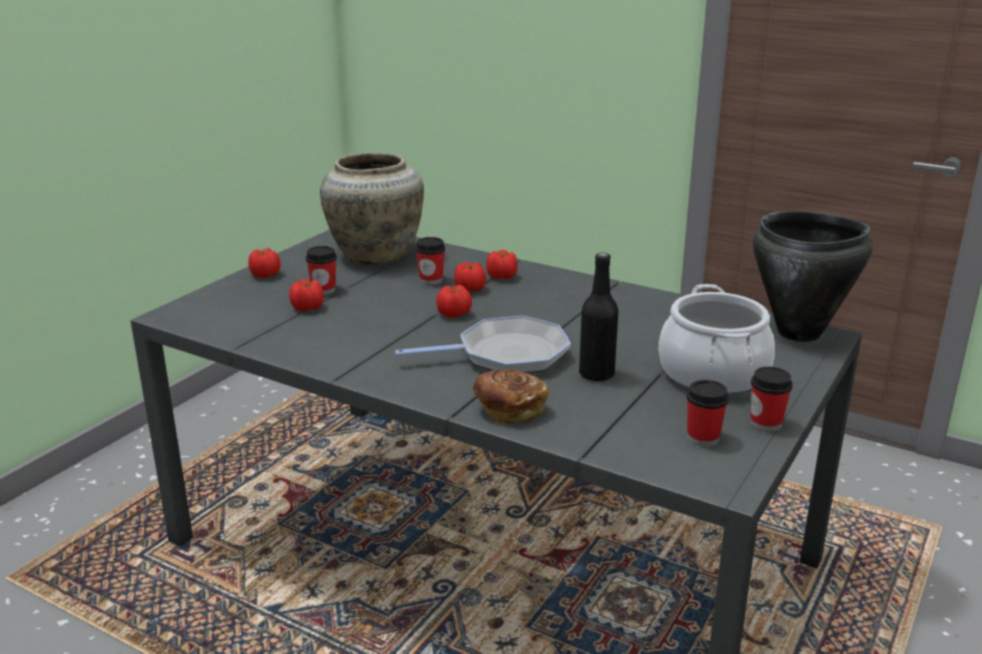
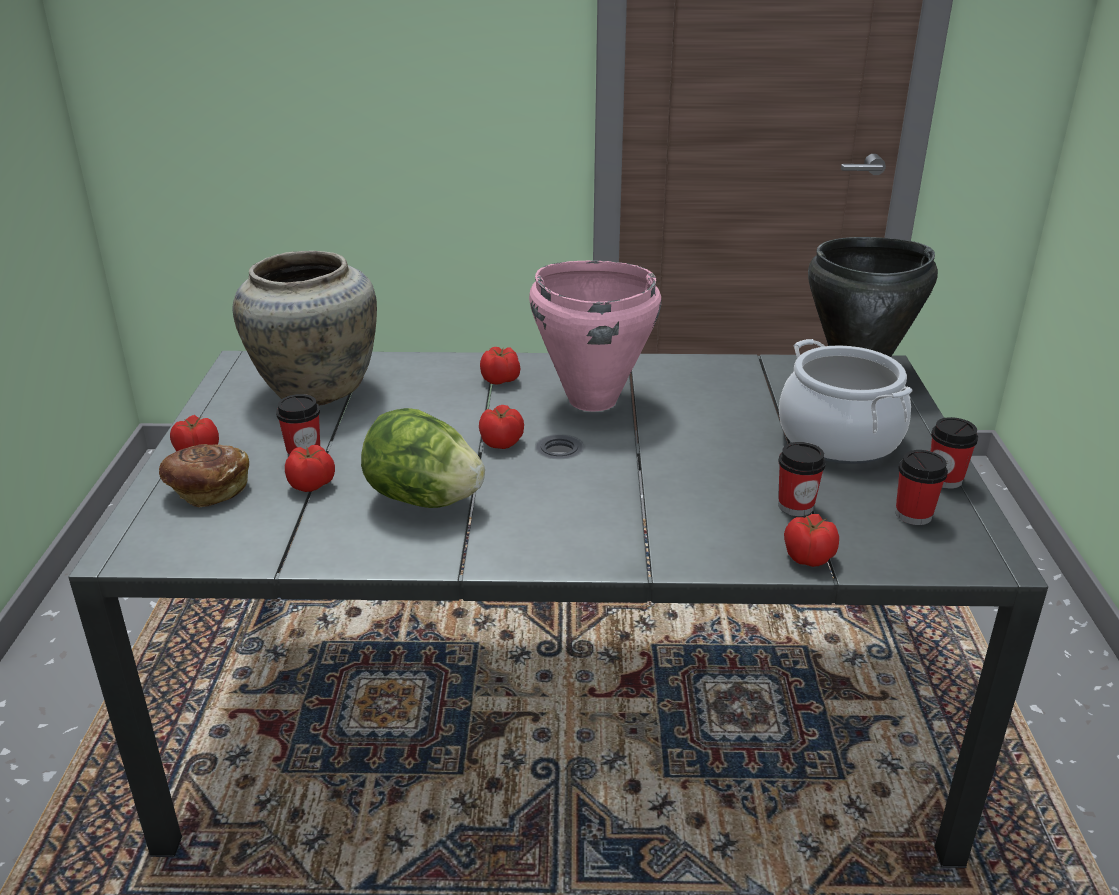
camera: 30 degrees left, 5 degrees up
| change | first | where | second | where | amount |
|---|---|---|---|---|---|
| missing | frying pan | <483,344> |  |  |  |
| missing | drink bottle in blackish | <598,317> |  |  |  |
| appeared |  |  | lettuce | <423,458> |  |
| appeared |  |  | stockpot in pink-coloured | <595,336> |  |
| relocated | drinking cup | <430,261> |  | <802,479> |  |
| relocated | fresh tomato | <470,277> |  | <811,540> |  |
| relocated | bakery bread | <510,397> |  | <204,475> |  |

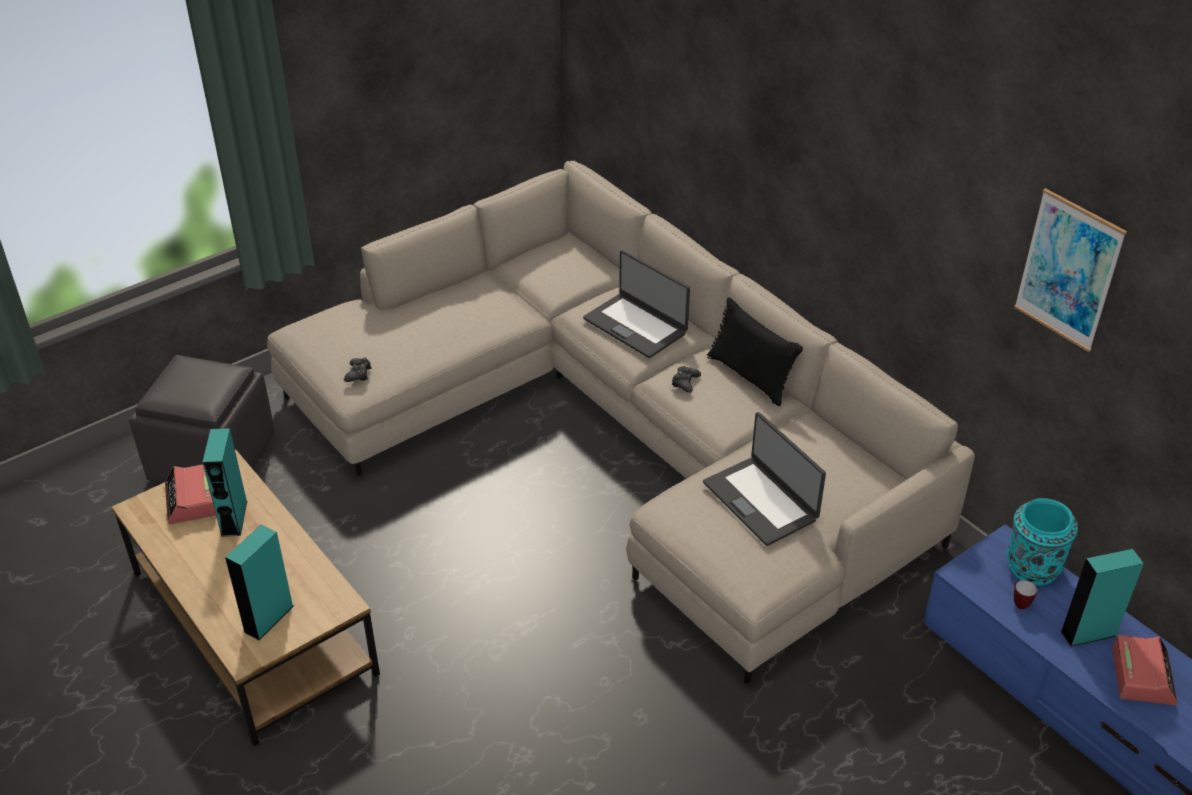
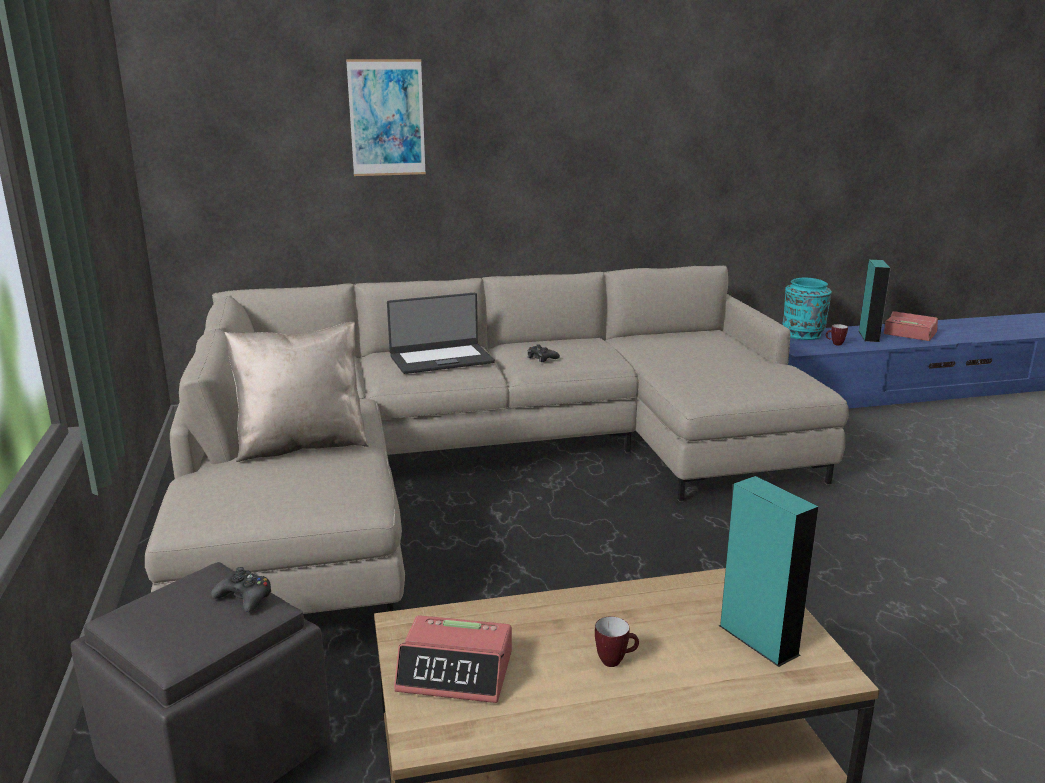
camera: 65 degrees left, 20 degrees down
| change | first | where | second | where | amount |
|---|---|---|---|---|---|
| missing | audio speaker in turquoise-coloured | <225,482> |  |  |  |
| missing | portable computer | <764,479> |  |  |  |
| missing | cushion in blackish | <755,351> |  |  |  |
| appeared |  |  | cushion in beige-coloured | <296,392> |  |
| appeared |  |  | coffee mug | <617,641> |  |
| relocated | game controller in blackish | <358,370> |  | <241,589> |  |
| relocated | picture | <1070,270> |  | <386,117> |  |

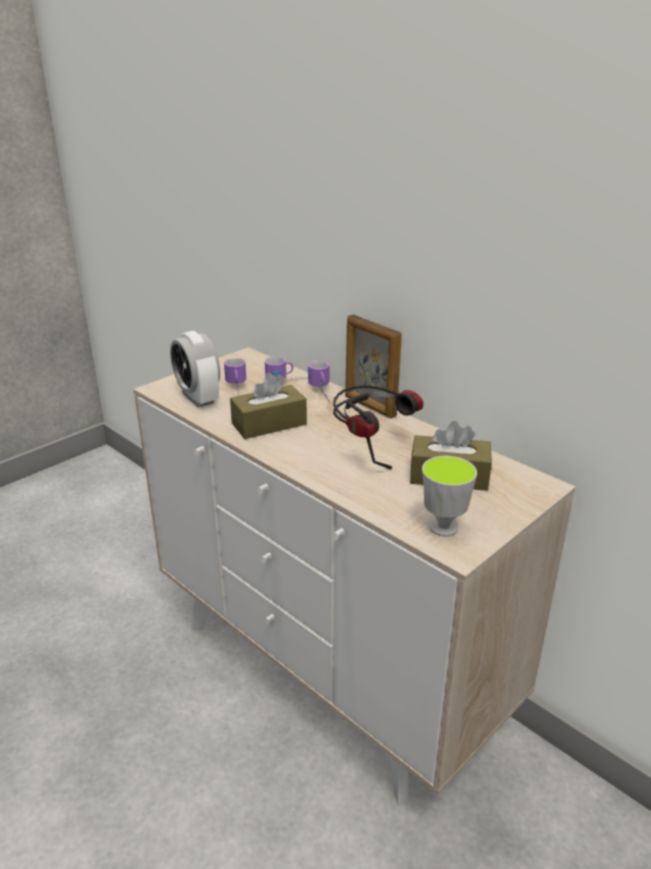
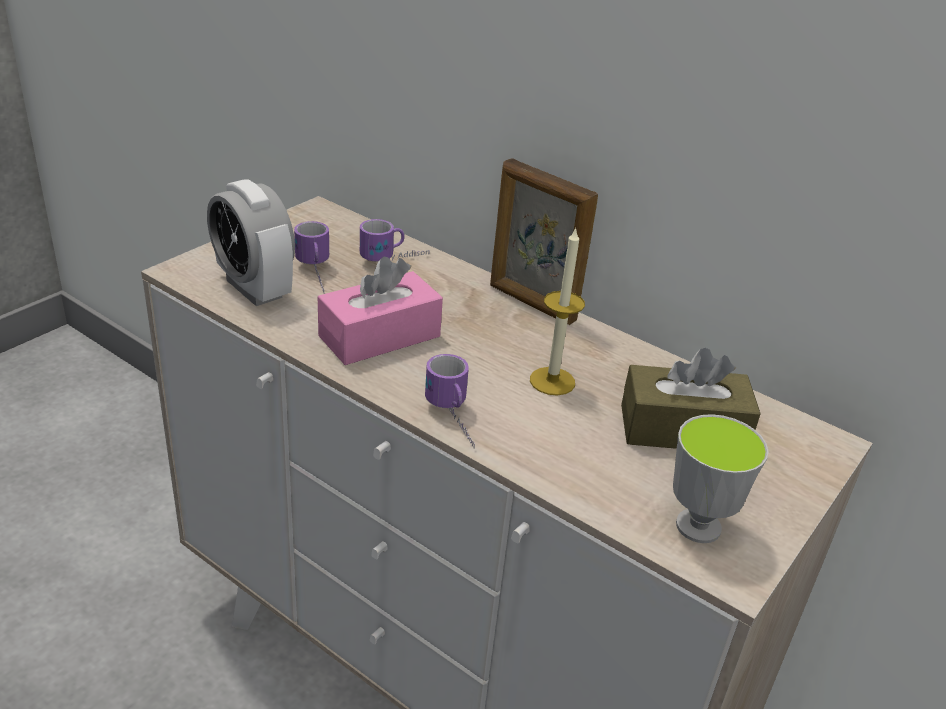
camera: 10 degrees left, 5 degrees up
| change | first | where | second | where | amount |
|---|---|---|---|---|---|
| relocated | coffee mug | <319,382> |  | <450,401> |  |
| exchanged | headset | <378,427> | wax light | <557,311> |  |
| colour | tissue holder in brown-coloured | <268,406> | tissue holder in pink-coloured | <380,311> |  |

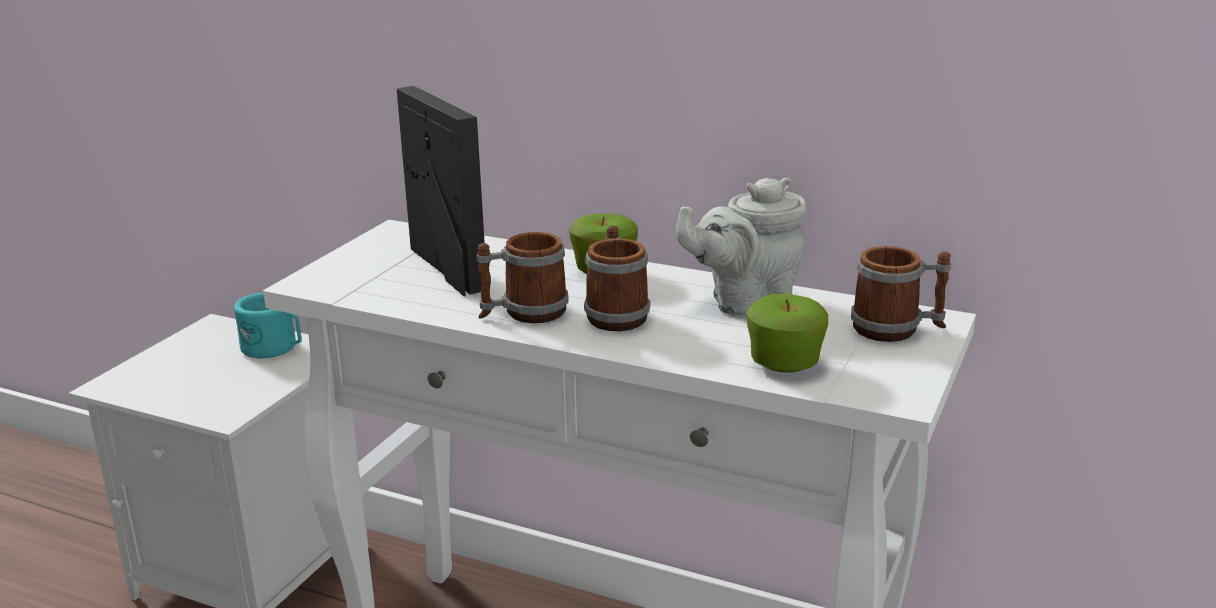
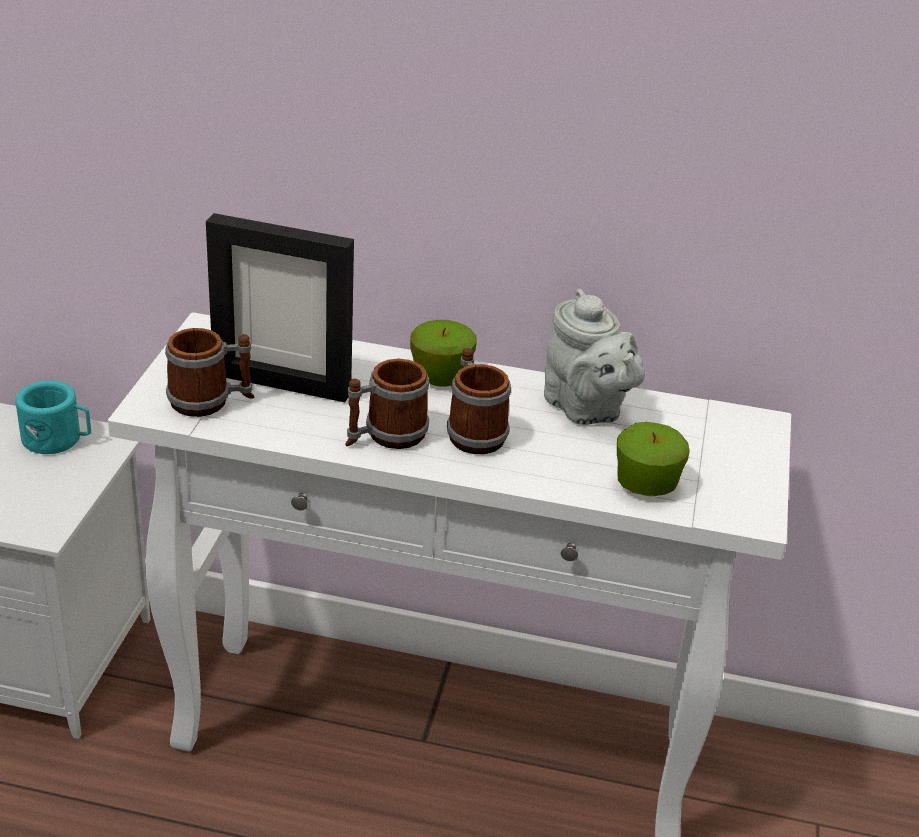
camera: 15 degrees left, 10 degrees up
| change | first | where | second | where | amount |
|---|---|---|---|---|---|
| relocated | coffee mug | <901,294> |  | <210,372> |  |
| spun | standing frame | <441,191> |  | <280,307> | 150 degrees clockwise |
| spun | teapot in greyish | <741,247> |  | <594,357> | 90 degrees counterclockwise |

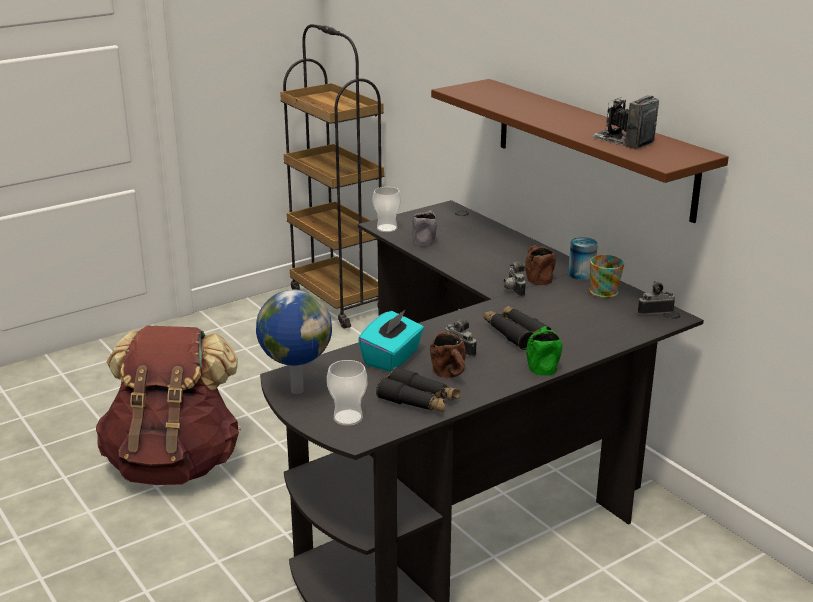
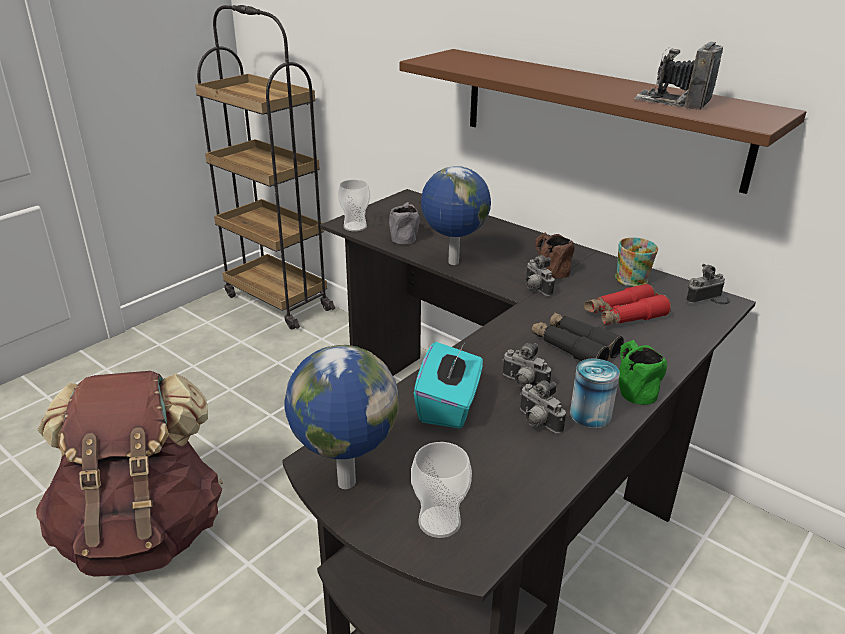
camera: 15 degrees left, 5 degrees up
| change | first | where | second | where | amount |
|---|---|---|---|---|---|
| missing | binoculars in blackish | <418,390> |  |  |  |
| appeared |  |  | world globe | <456,215> |  |
| appeared |  |  | binoculars in red | <627,304> |  |
| relocated | can | <583,258> |  | <595,393> |  |
| exchanged | coffee mug in brown-coloured | <448,355> | photo camera | <543,406> |  |

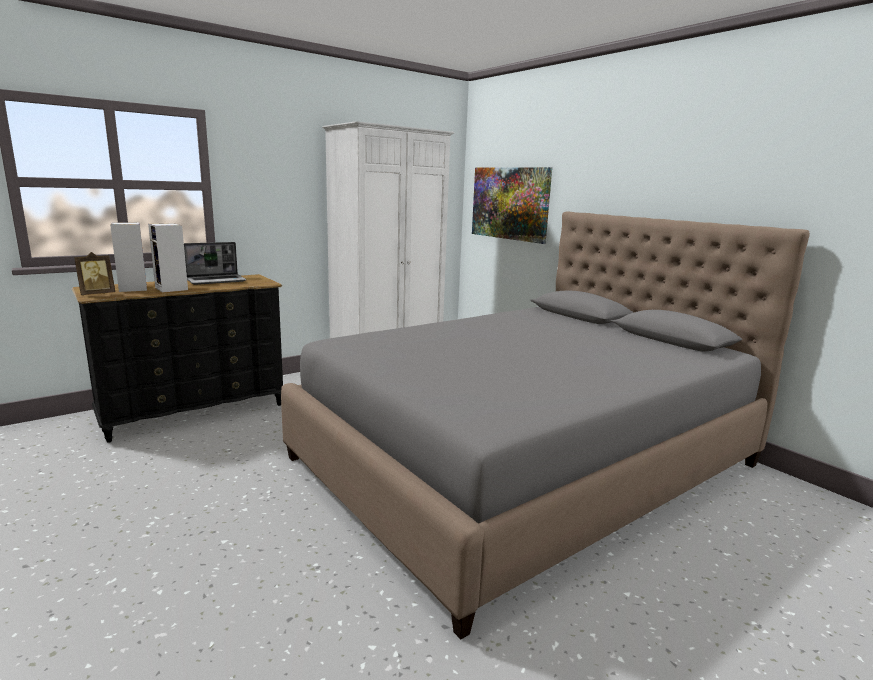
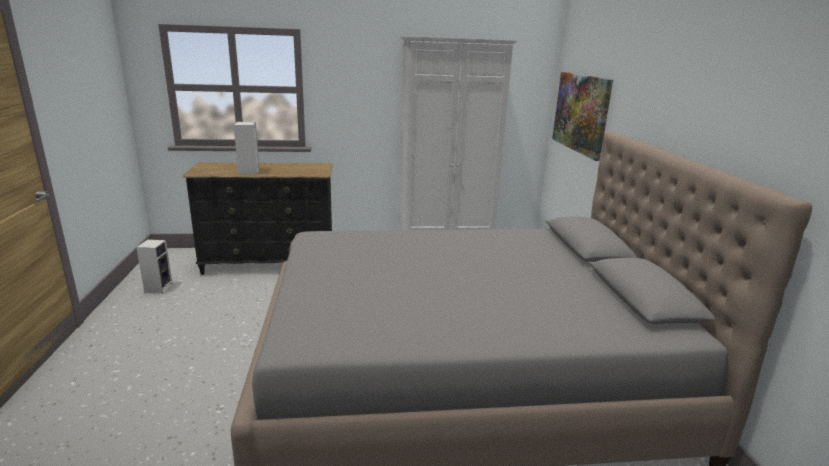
camera: 30 degrees right, 5 degrees up
| change | first | where | second | where | amount |
|---|---|---|---|---|---|
| missing | standing frame | <94,273> |  |  |  |
| missing | portable computer | <215,263> |  |  |  |
| relocated | audio speaker | <128,257> |  | <154,266> |  |

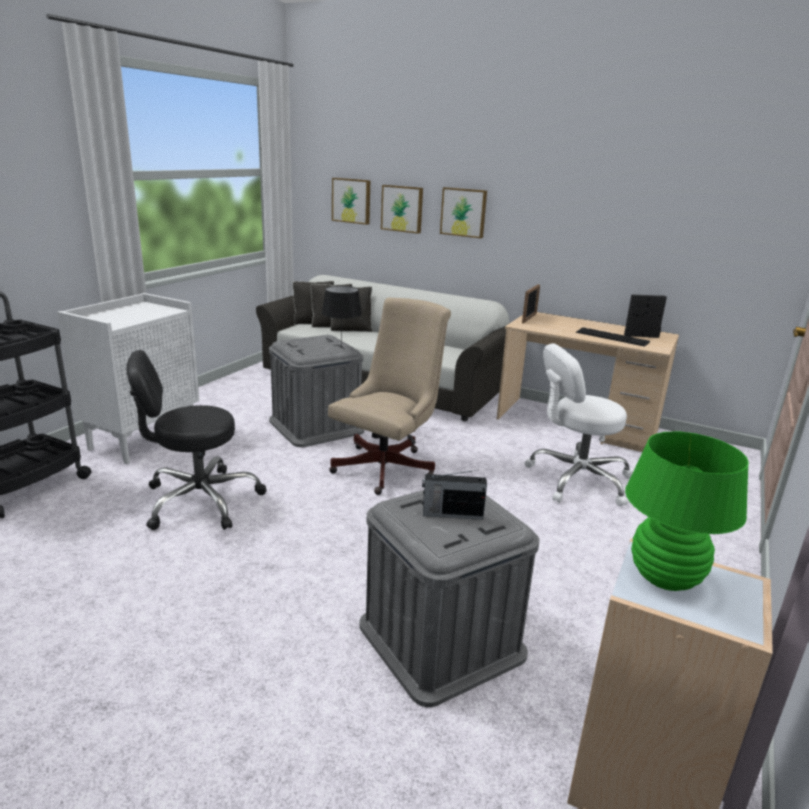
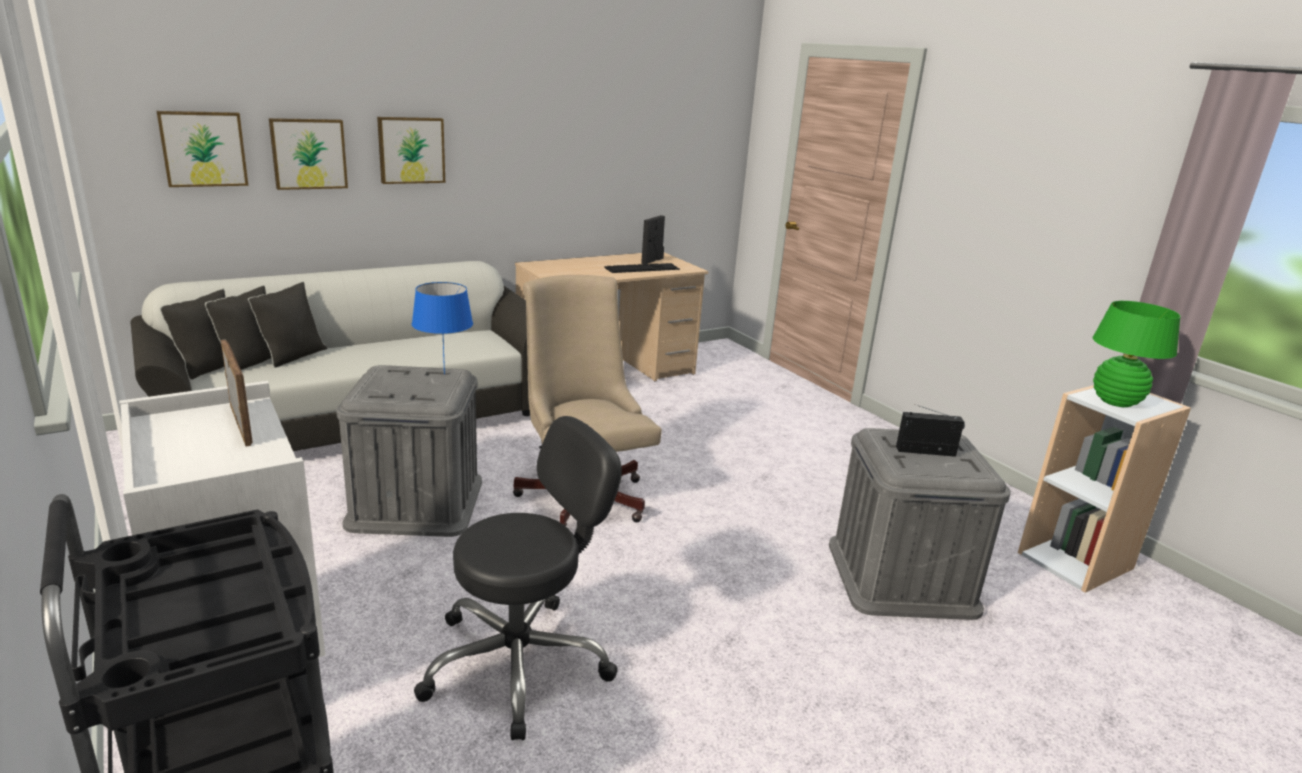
camera: 60 degrees left, 0 degrees up
| change | first | where | second | where | amount |
|---|---|---|---|---|---|
| missing | desk chair in whitish | <578,424> |  |  |  |
| relocated | standing frame | <531,304> |  | <237,393> |  |
| colour | table lamp in blackish | <342,317> | table lamp in blue-coloured | <442,328> |  |
| spun | desk chair in blackish | <196,440> |  | <518,578> | 135 degrees counterclockwise |
| spun | radio set | <454,495> |  | <930,430> | 120 degrees counterclockwise |

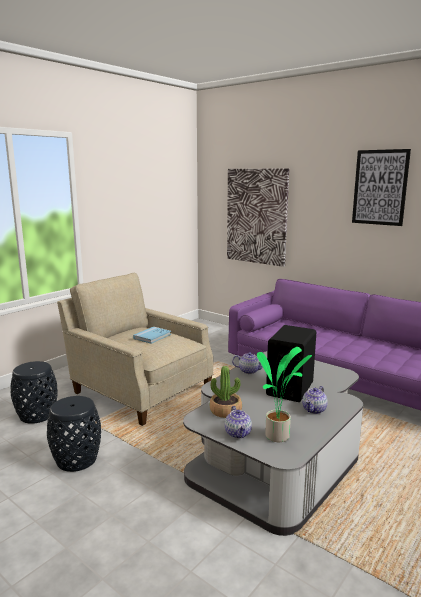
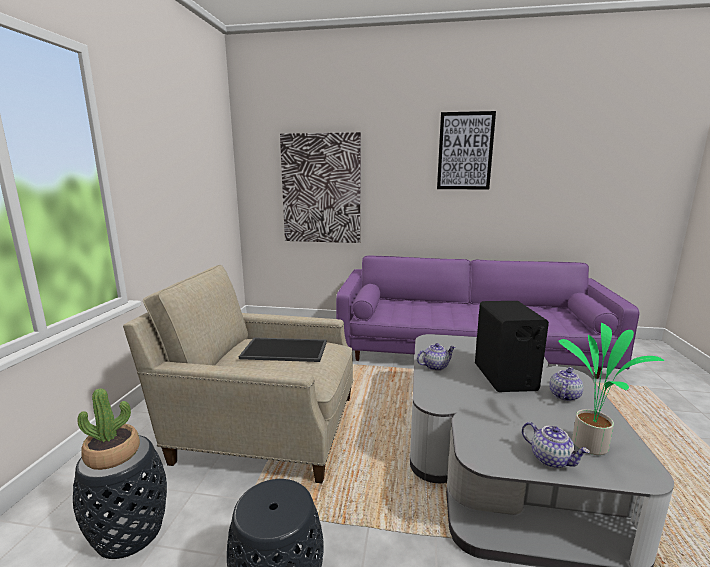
camera: 30 degrees left, 0 degrees up
| change | first | where | second | where | amount |
|---|---|---|---|---|---|
| relocated | plant in a pot | <226,392> |  | <108,429> |  |
| exchanged | book in blue-coloured | <152,335> | tray | <283,349> |  |
| spun | teapot | <315,400> |  | <566,384> | 150 degrees counterclockwise |

